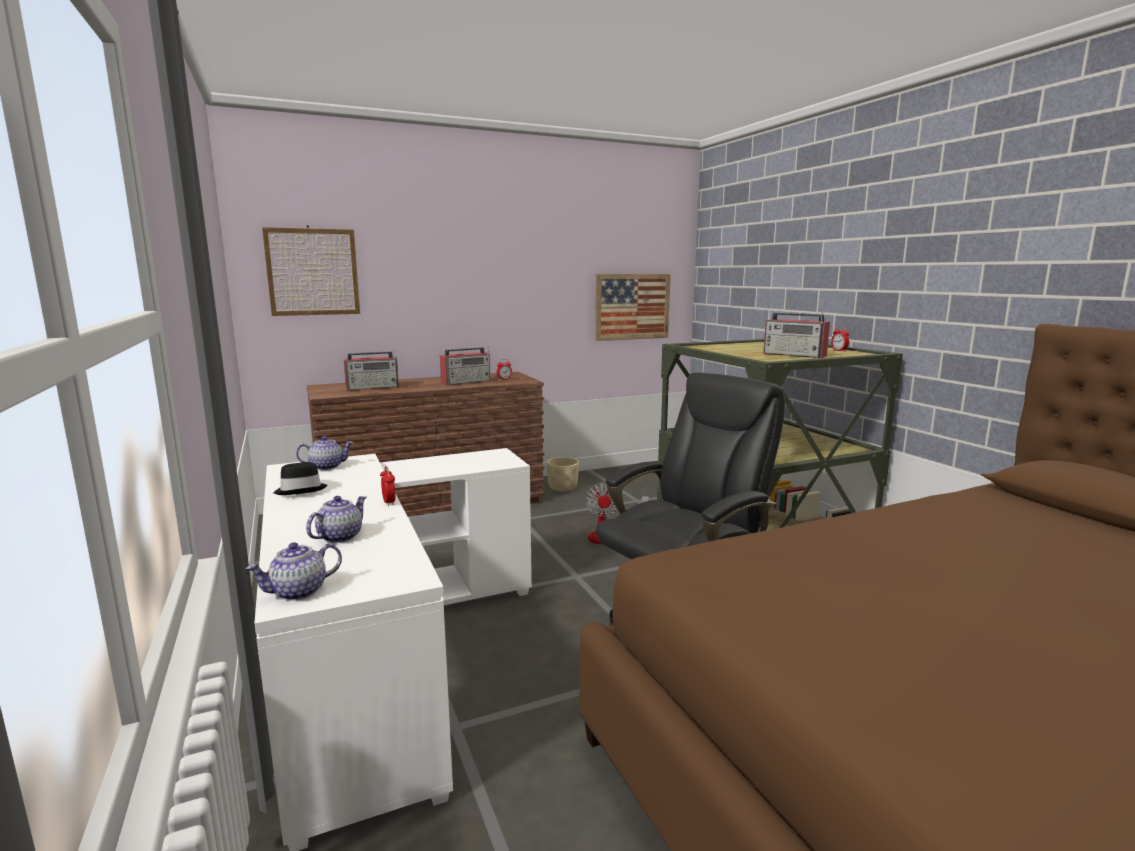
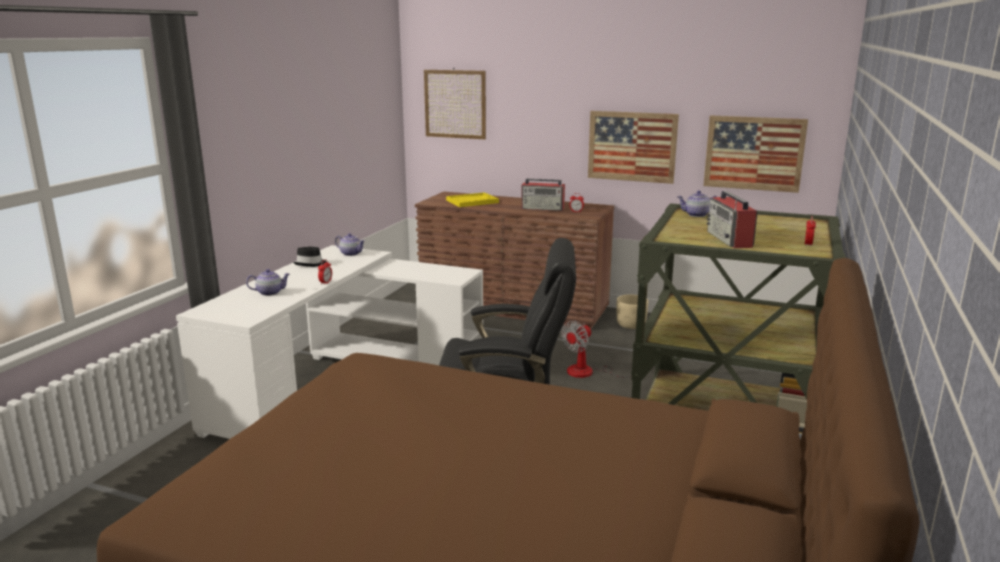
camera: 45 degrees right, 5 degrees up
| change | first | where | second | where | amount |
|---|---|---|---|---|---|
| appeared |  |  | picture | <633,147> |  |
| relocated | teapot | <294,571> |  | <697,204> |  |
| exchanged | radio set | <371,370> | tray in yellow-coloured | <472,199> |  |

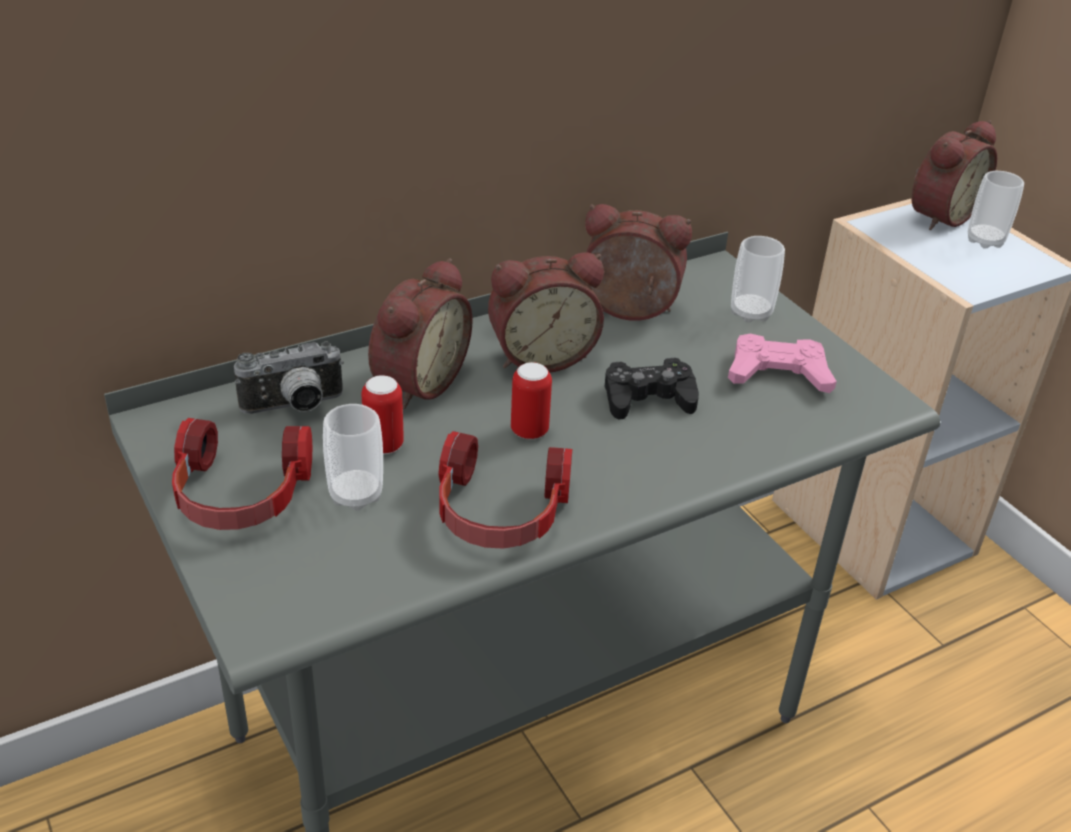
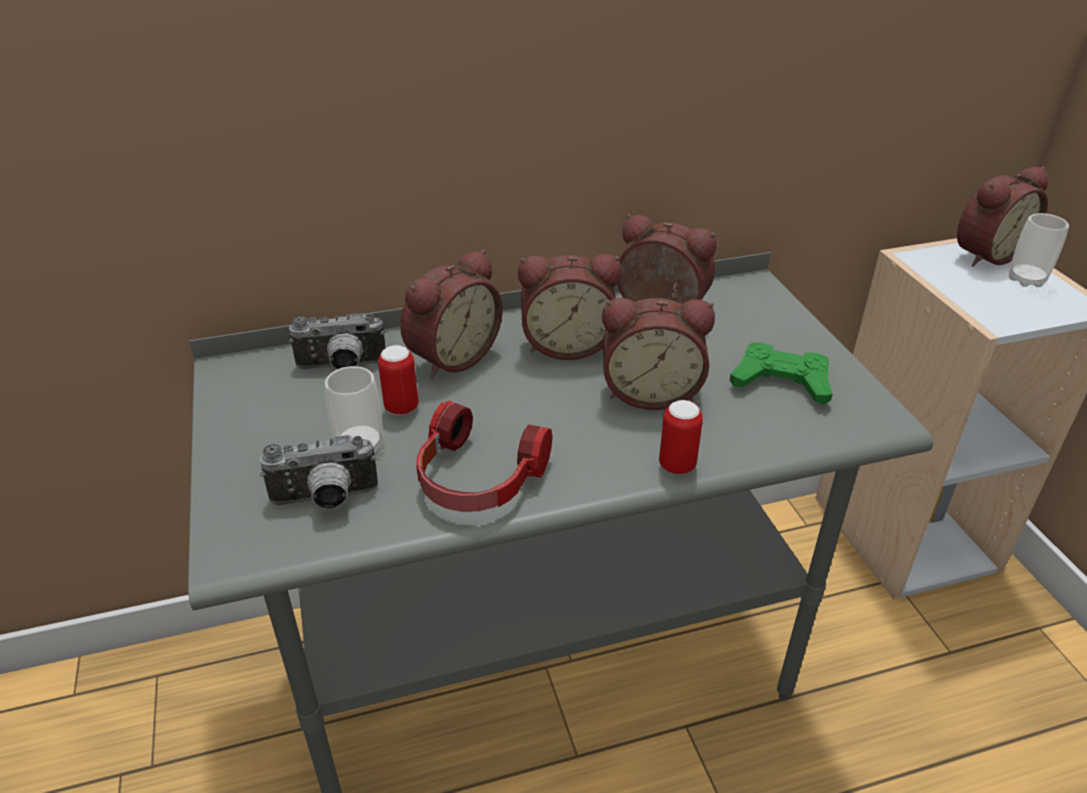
camera: 15 degrees right, 0 degrees up
| change | first | where | second | where | amount |
|---|---|---|---|---|---|
| missing | headset | <242,474> |  |  |  |
| missing | drinking cup | <758,279> |  |  |  |
| appeared |  |  | photo camera | <319,472> |  |
| relocated | can | <531,400> |  | <681,437> |  |
| exchanged | game controller in blackish | <651,388> | table clock | <658,354> |  |
| colour | game controller in pink-coloured | <782,363> | game controller in green | <781,373> |  |

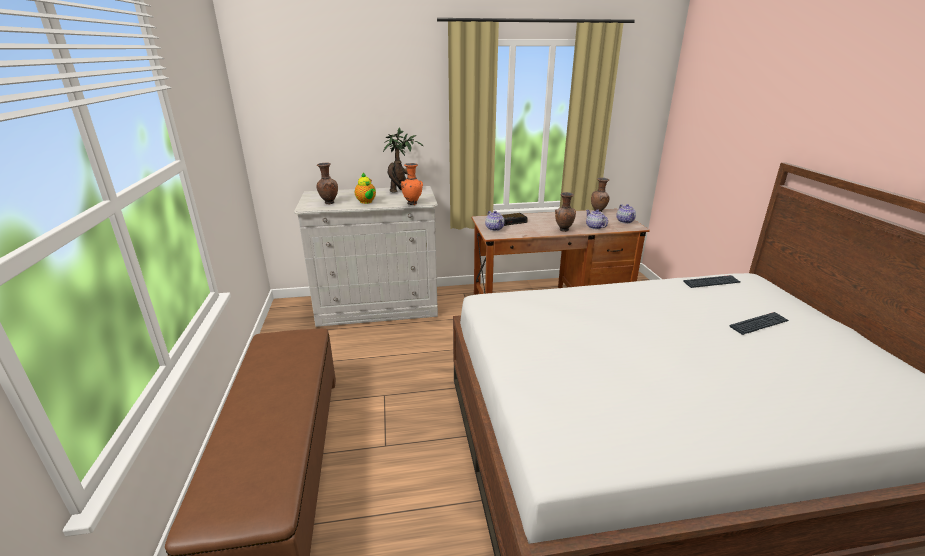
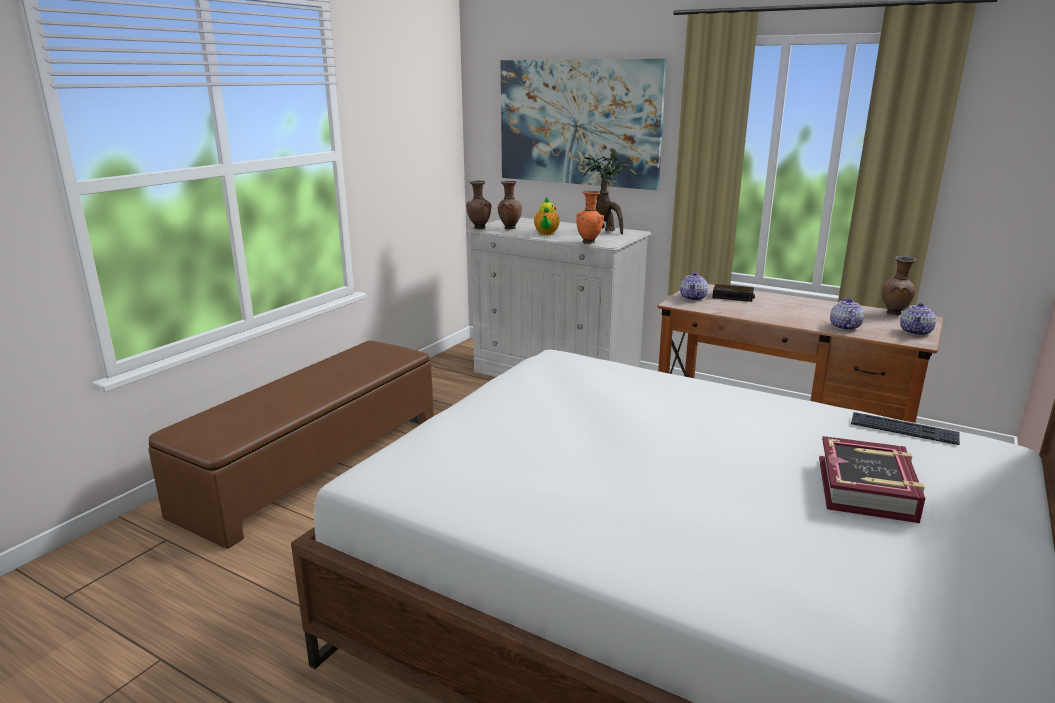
camera: 40 degrees right, 5 degrees down
| change | first | where | second | where | amount |
|---|---|---|---|---|---|
| appeared |  |  | picture | <584,124> |  |
| relocated | flower vase in brown-coloured | <565,212> |  | <478,204> |  |
| exchanged | keyboard | <759,323> | book | <872,479> |  |

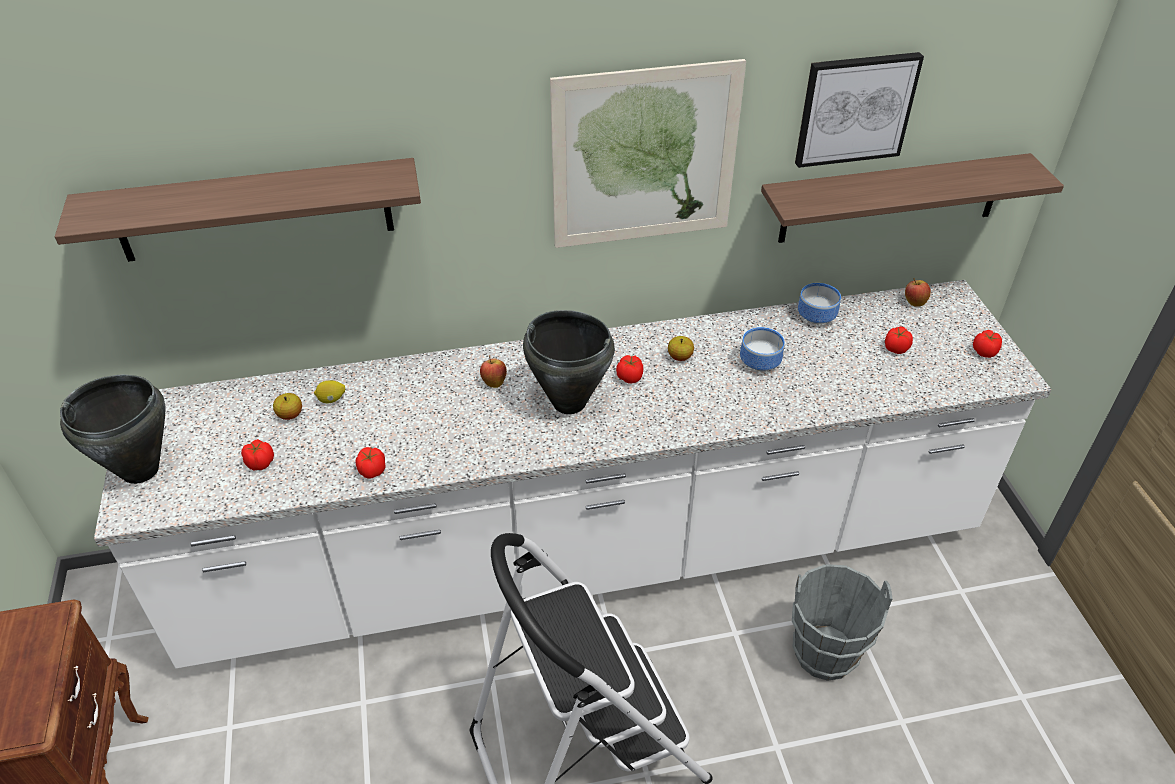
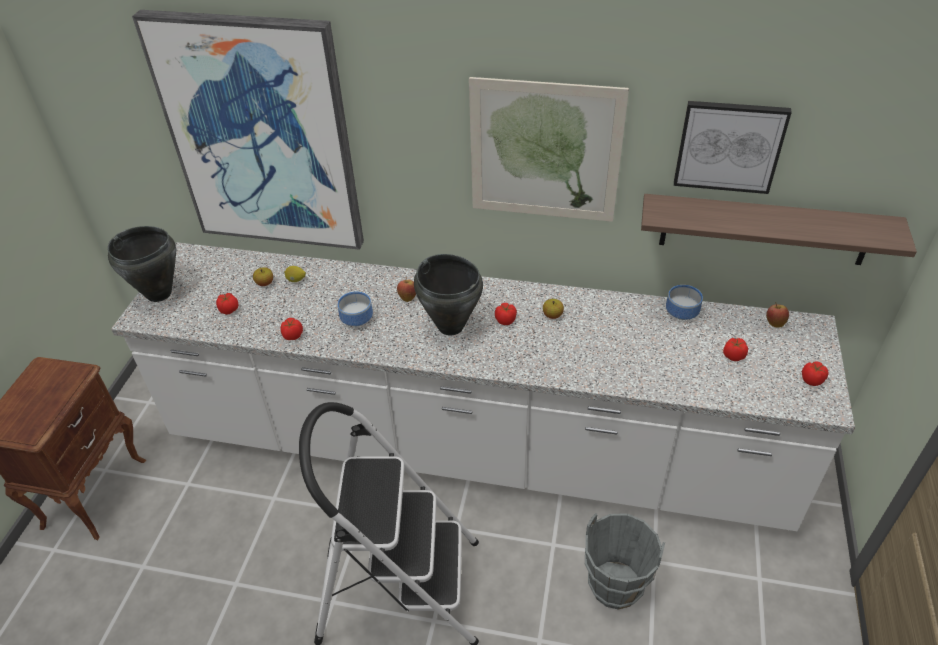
camera: 25 degrees right, 0 degrees up
| change | first | where | second | where | amount |
|---|---|---|---|---|---|
| relocated | bowl | <762,349> |  | <355,308> |  |
| exchanged | wall shelf | <238,210> | picture | <248,130> |  |

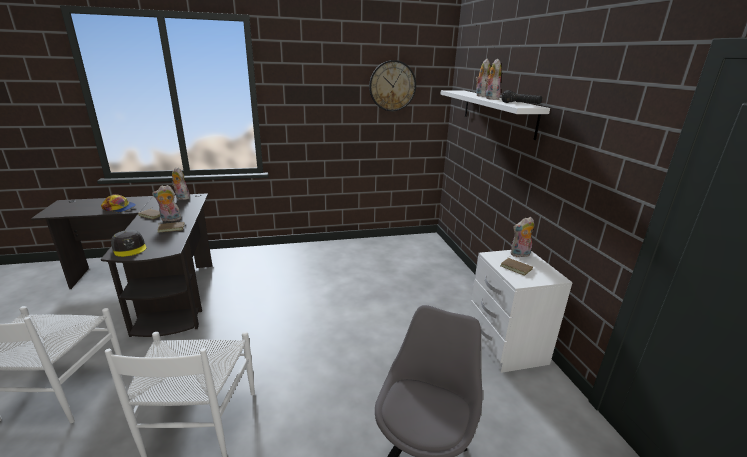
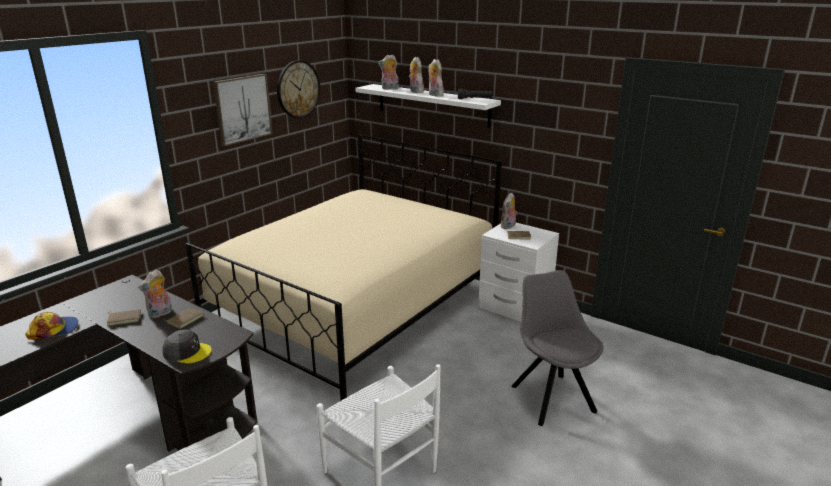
camera: 40 degrees left, 0 degrees up
| change | first | where | second | where | amount |
|---|---|---|---|---|---|
| appeared |  |  | bed in beige-coloured | <343,267> |  |
| appeared |  |  | picture | <243,110> |  |
| relocated | plush toy | <181,183> |  | <388,72> |  |

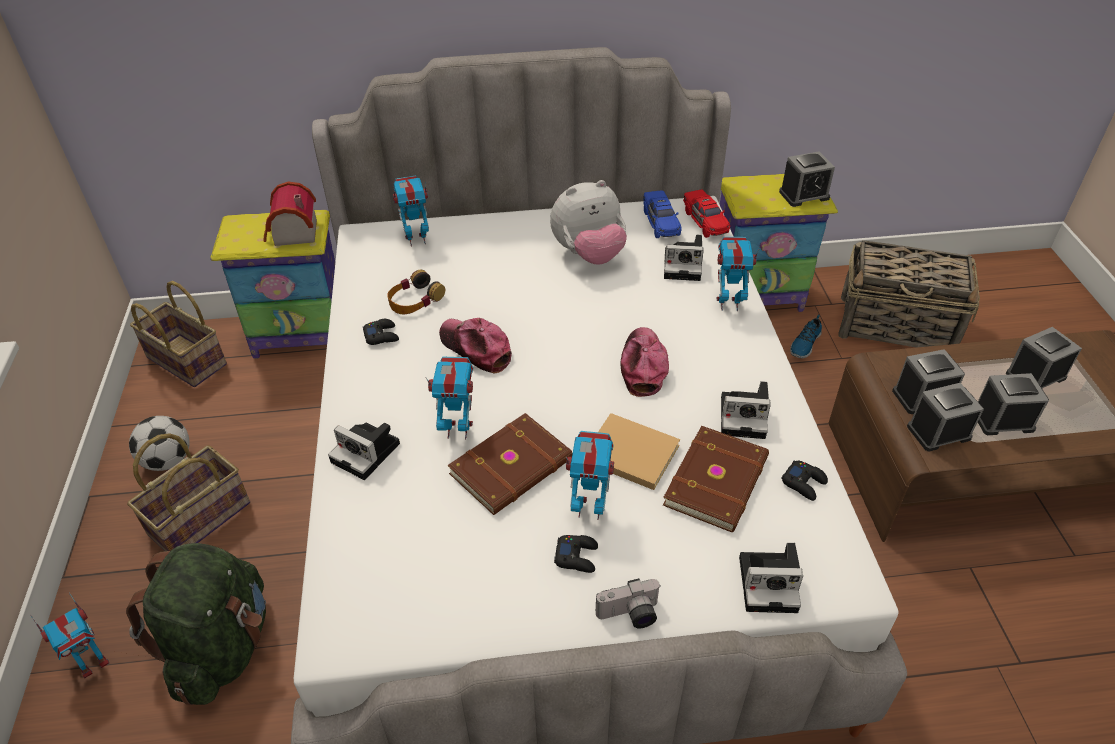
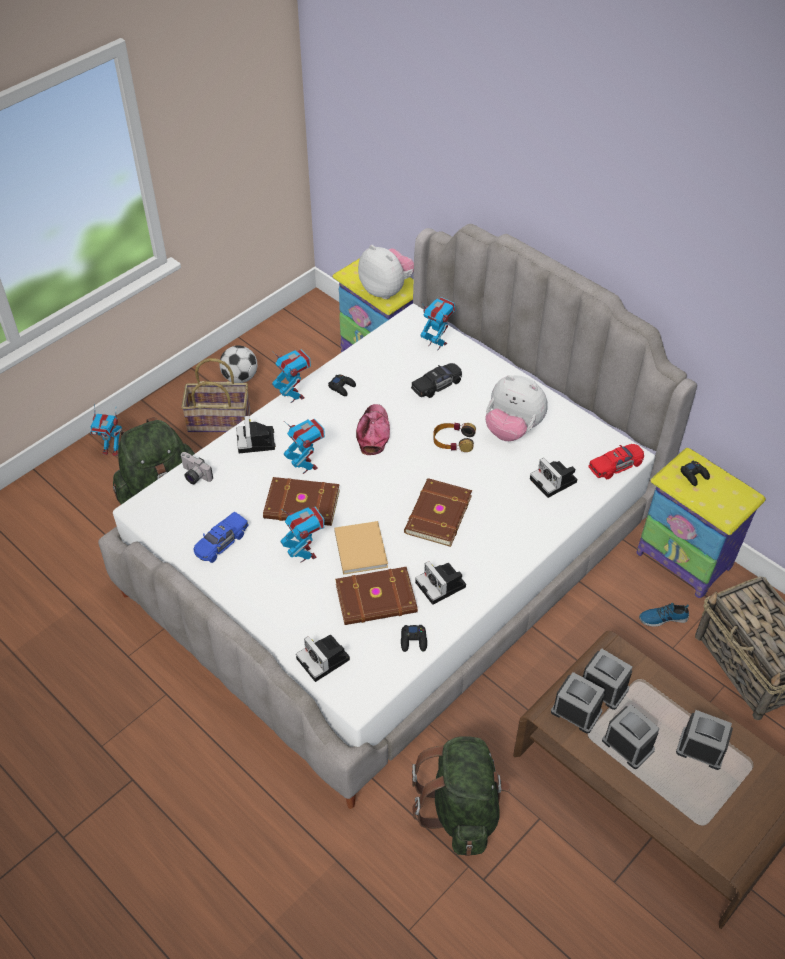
camera: 50 degrees right, 5 degrees up
| change | first | where | second | where | amount |
|---|---|---|---|---|---|
| missing | basket | <178,334> |  |  |  |
| missing | table clock | <807,179> |  |  |  |
| appeared |  |  | toy car in blackish | <436,380> |  |
| appeared |  |  | backpack in green | <461,796> |  |
| relocated | headset | <416,292> |  | <454,437> |  |
| relocated | game controller in blackish | <576,554> |  | <695,473> |  |
| relocated | photo camera | <628,603> |  | <197,468> |  |
| relocated | toy car in blue-coloured | <662,214> |  | <221,537> |  |
| relocated | model robot | <738,274> |  | <291,376> |  |
| exchanged | model house | <290,213> | plush toy | <386,272> |  |
| exchanged | cap | <644,362> | book in brown-coloured | <438,512> |  |
| spun | toy car in red | <706,213> |  | <616,461> | 150 degrees counterclockwise |

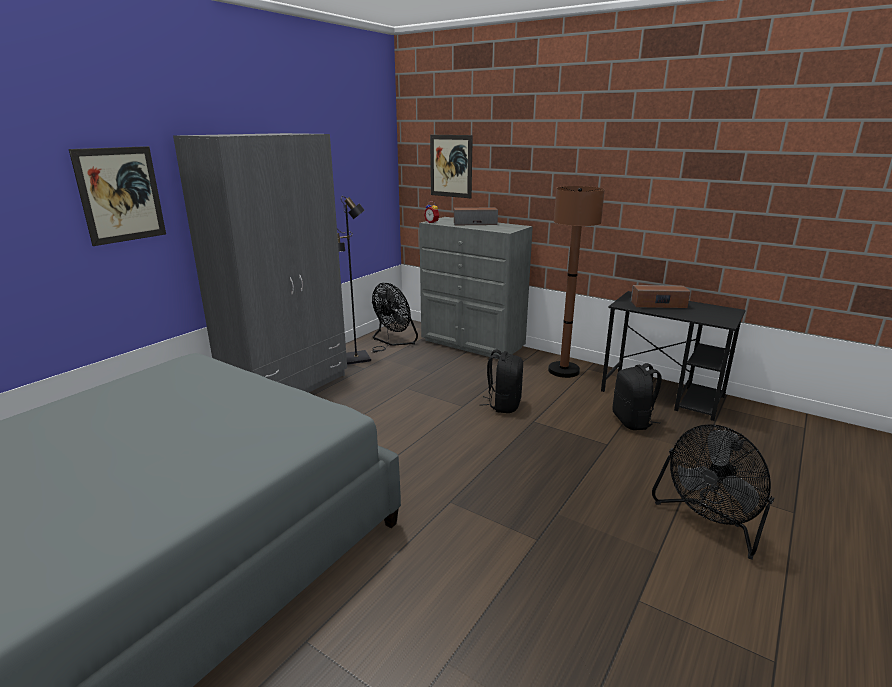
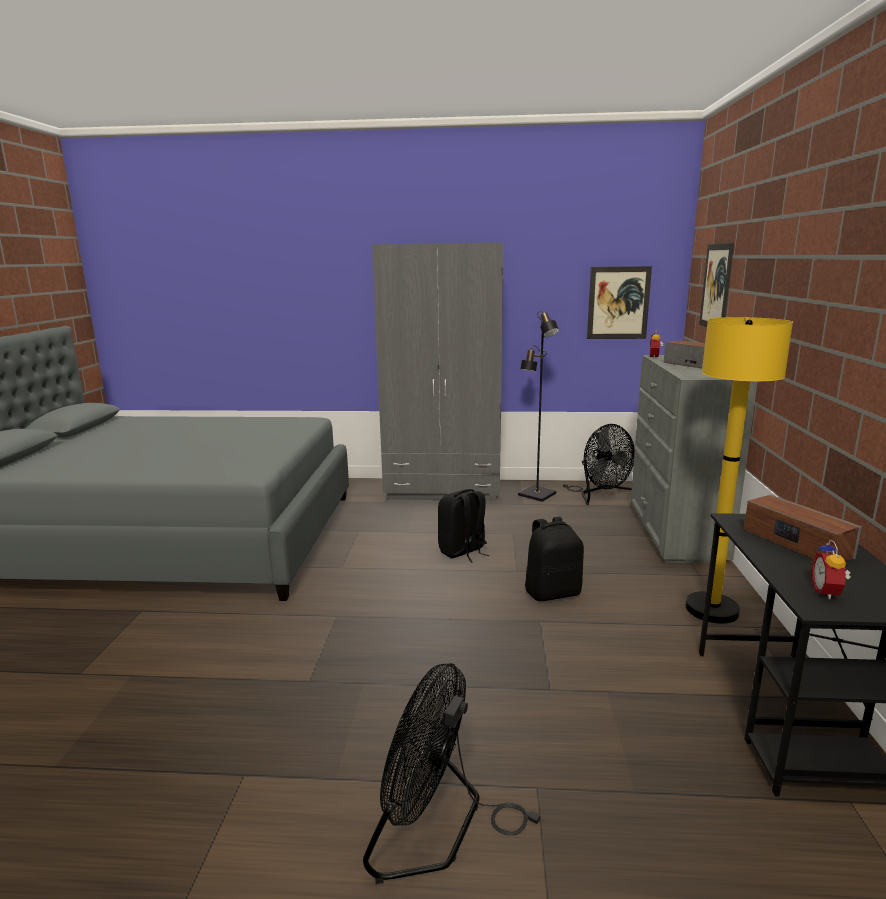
camera: 60 degrees right, 5 degrees down
| change | first | where | second | where | amount |
|---|---|---|---|---|---|
| appeared |  |  | table clock | <831,570> |  |
| relocated | picture | <117,196> |  | <619,302> |  |
| relocated | backpack in blackish | <637,396> |  | <464,526> |  |
| colour | standard lamp in brown-coloured | <576,282> | standard lamp in yellow-coloured | <739,470> |  |
| spun | fan in blackish | <395,318> |  | <599,464> | 45 degrees clockwise |

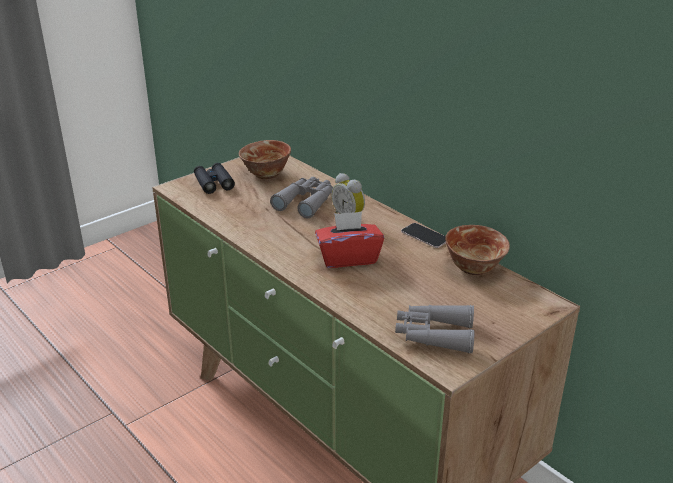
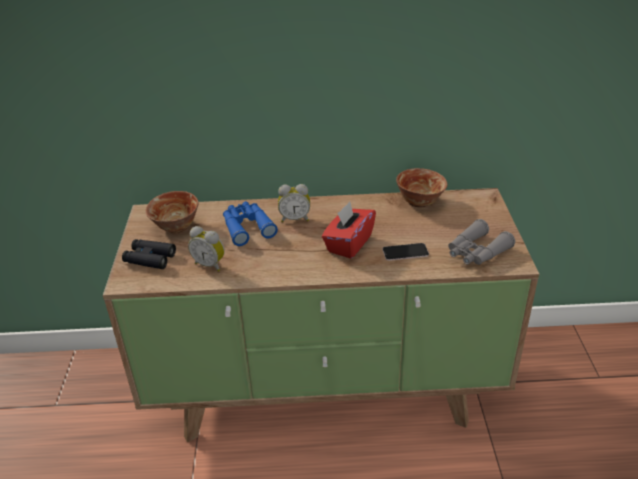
camera: 50 degrees left, 5 degrees up
| change | first | where | second | where | amount |
|---|---|---|---|---|---|
| appeared |  |  | table clock | <206,249> |  |
| relocated | telephone | <423,235> |  | <405,252> |  |
| colour | binoculars in greyish | <301,197> | binoculars in blue-coloured | <250,223> |  |

